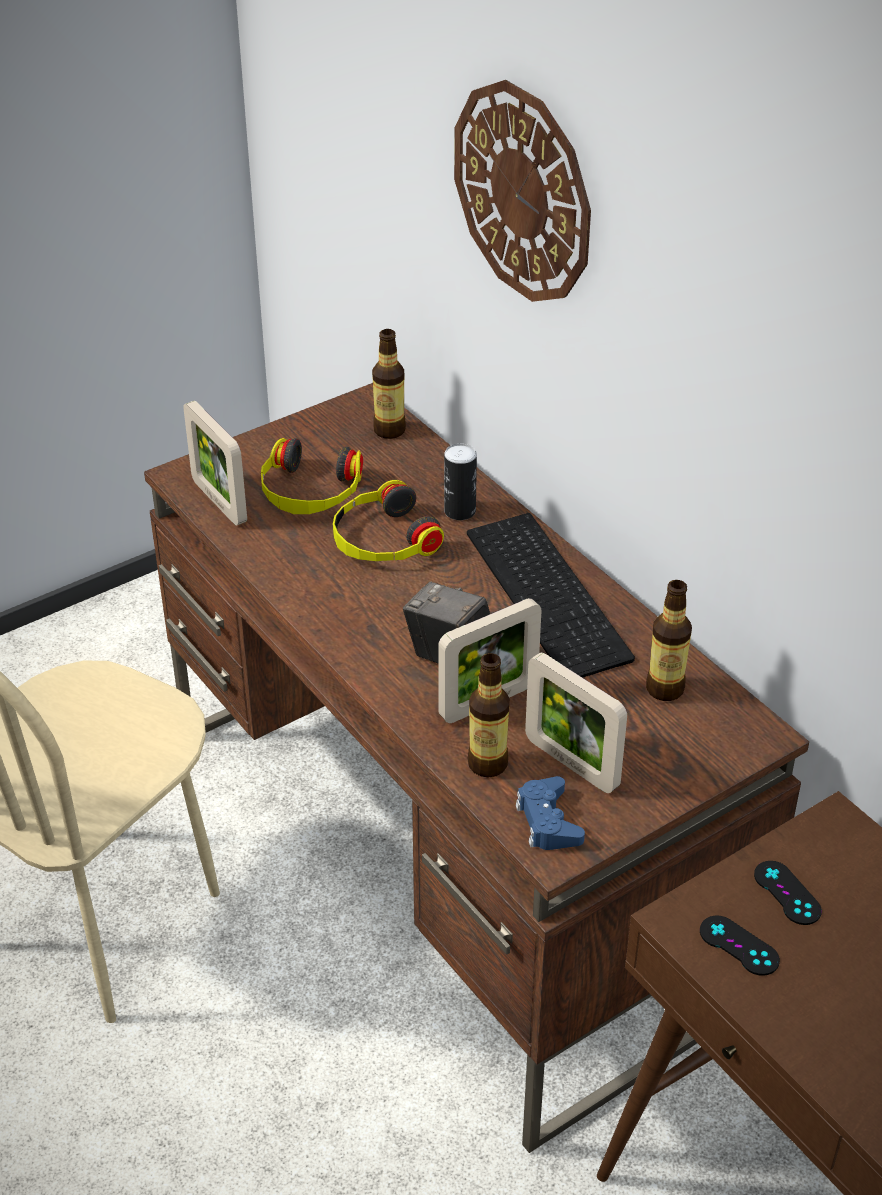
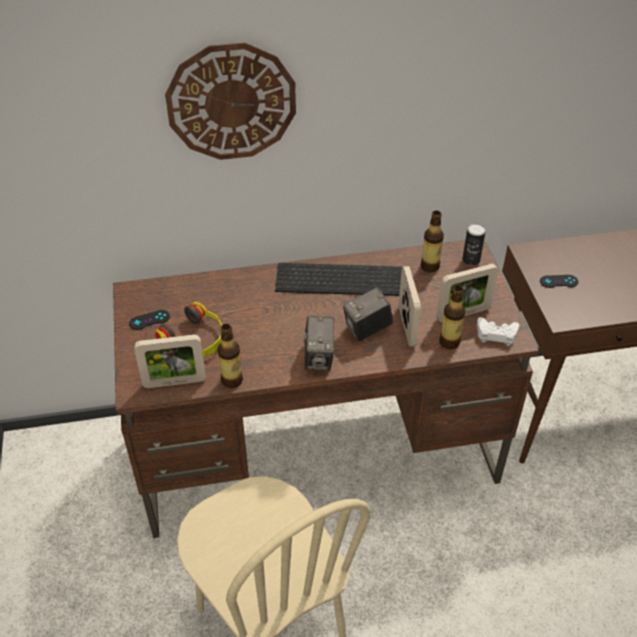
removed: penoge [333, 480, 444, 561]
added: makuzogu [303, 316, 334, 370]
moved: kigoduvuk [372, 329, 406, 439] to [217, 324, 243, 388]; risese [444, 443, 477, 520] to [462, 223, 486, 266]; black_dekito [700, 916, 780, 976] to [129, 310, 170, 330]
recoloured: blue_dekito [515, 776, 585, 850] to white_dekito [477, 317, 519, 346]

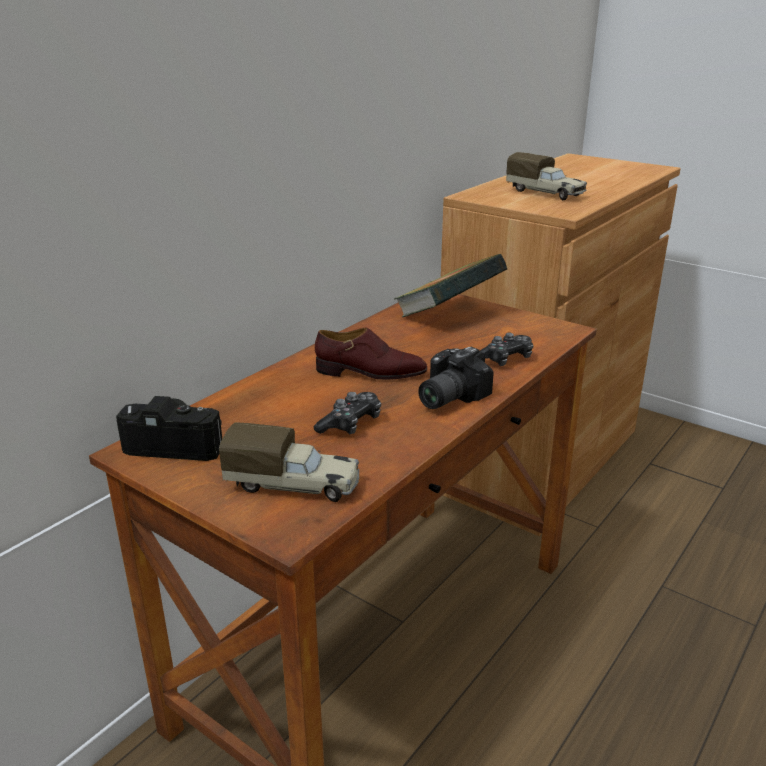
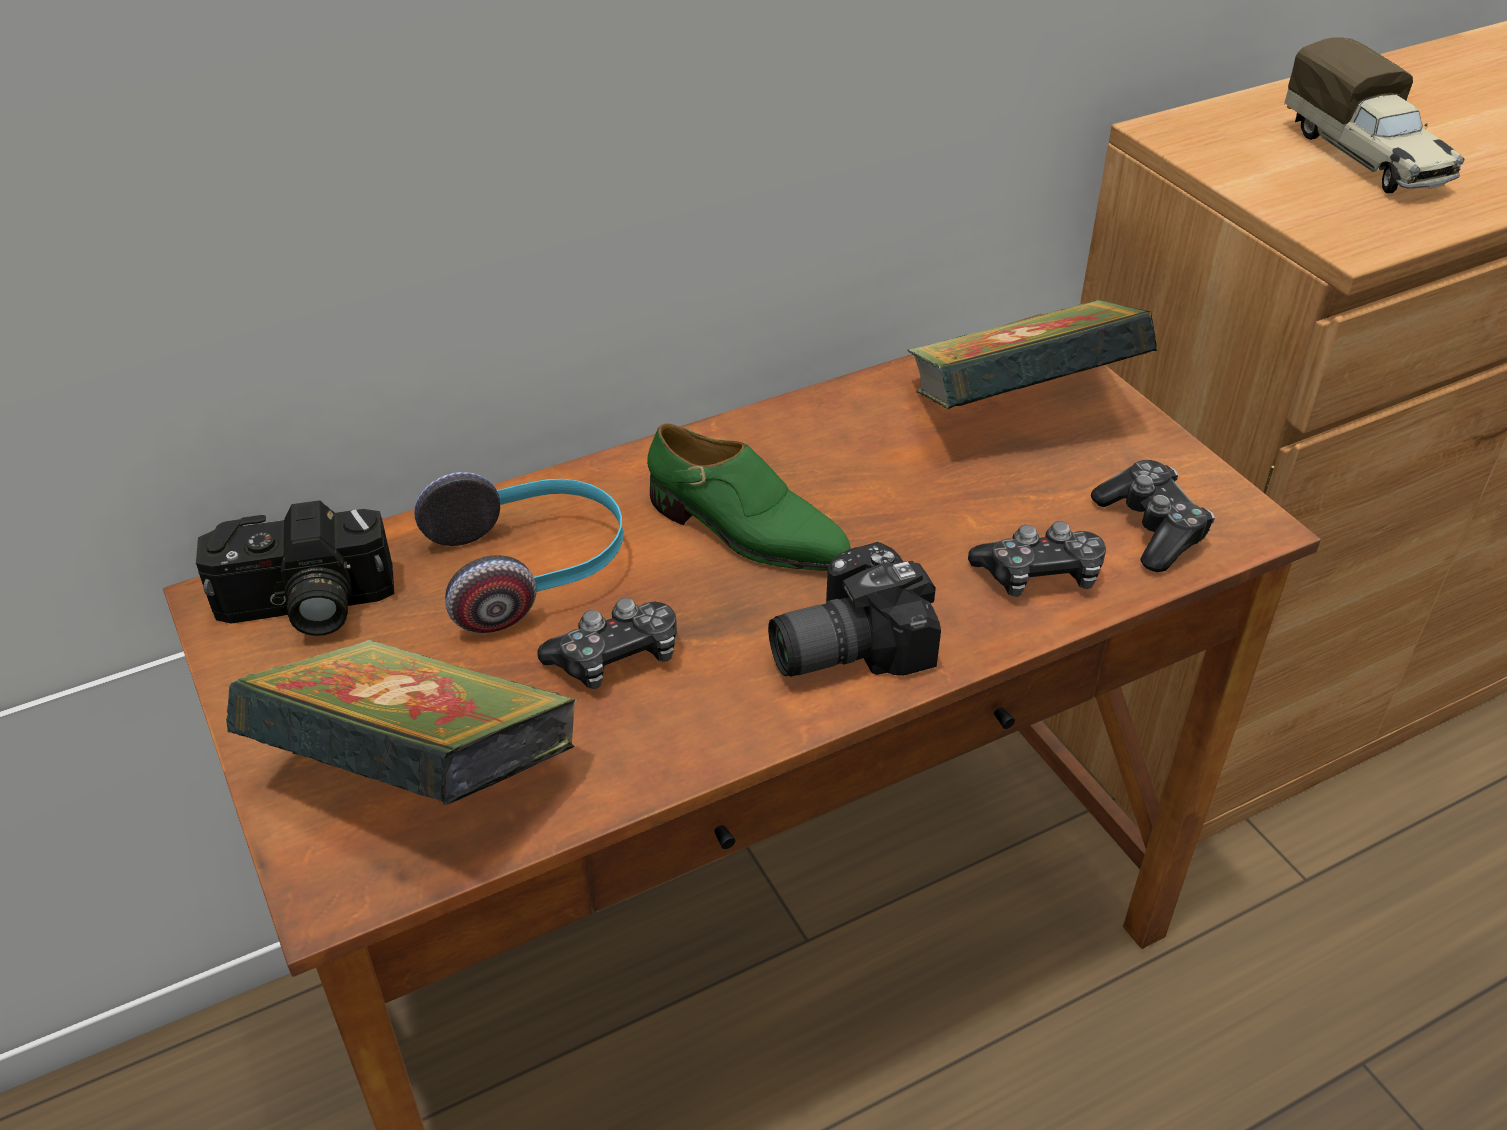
added: dekito [1091, 460, 1215, 572]; penoge [414, 472, 623, 633]
replaced: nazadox [219, 422, 360, 502] to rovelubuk [226, 640, 577, 805]
recoloured: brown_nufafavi [315, 328, 427, 380] to green_nufafavi [647, 424, 851, 571]
turned: makuzogu [116, 396, 222, 461] = [196, 500, 394, 636] 135 degrees clockwise

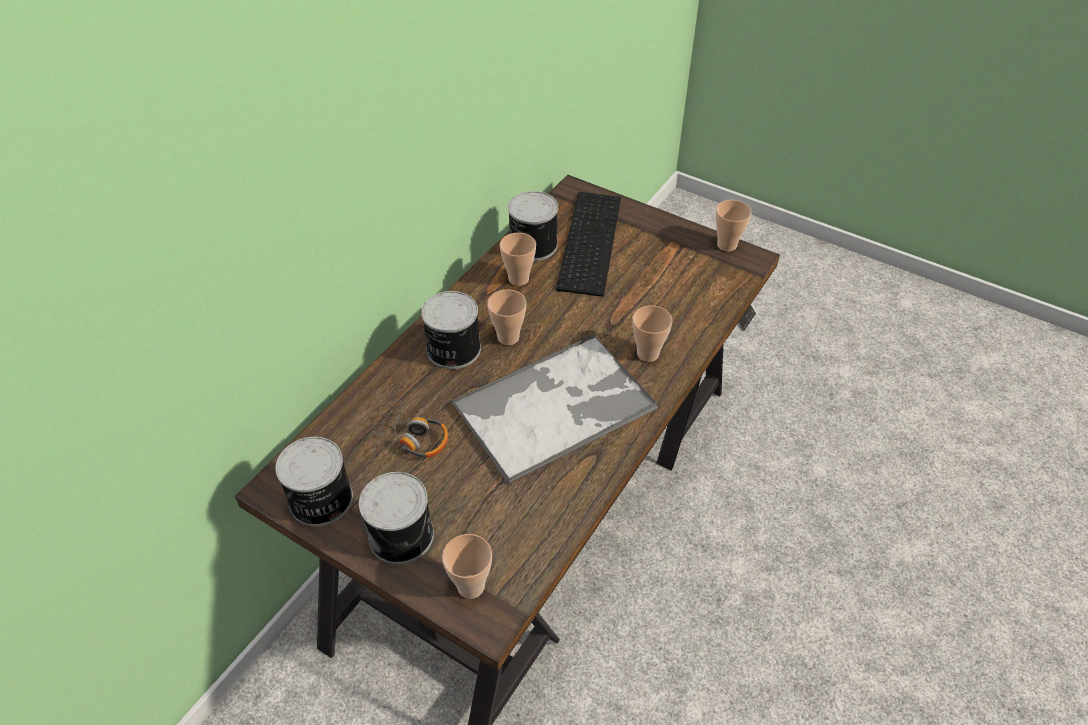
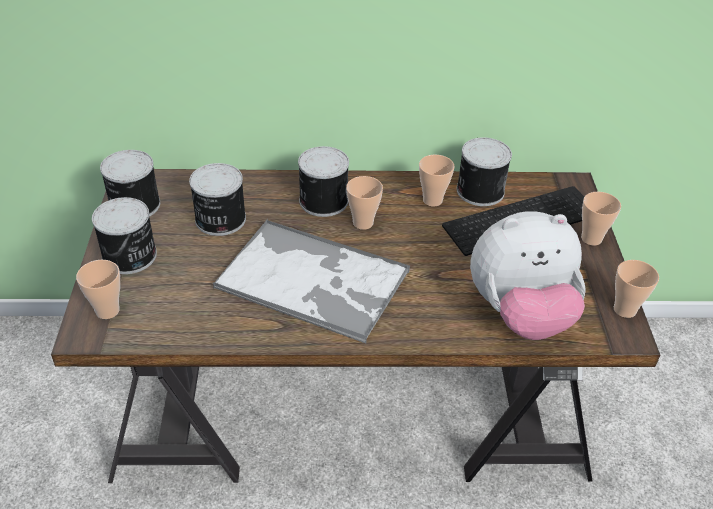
added: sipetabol [470, 211, 586, 340]
moved: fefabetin [632, 305, 672, 362] to [581, 192, 621, 246]
replaced: penoge [369, 400, 448, 458] to risese [189, 163, 246, 236]

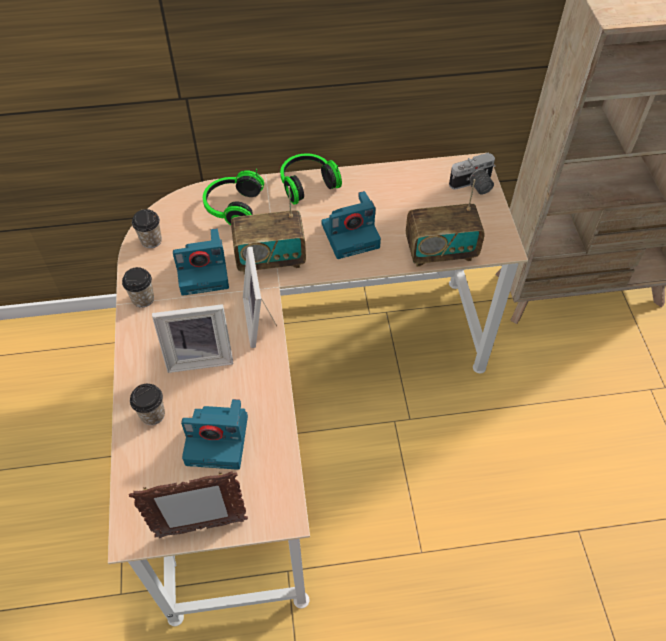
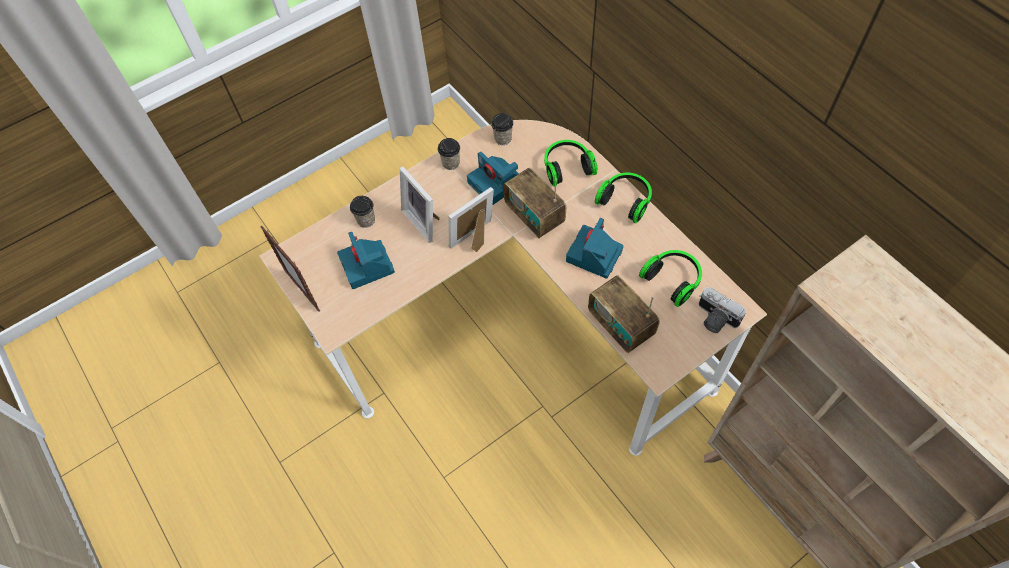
added: penoge [639, 250, 702, 307]
turned: makuzogu [322, 191, 381, 259] = [566, 218, 623, 279] 75 degrees clockwise

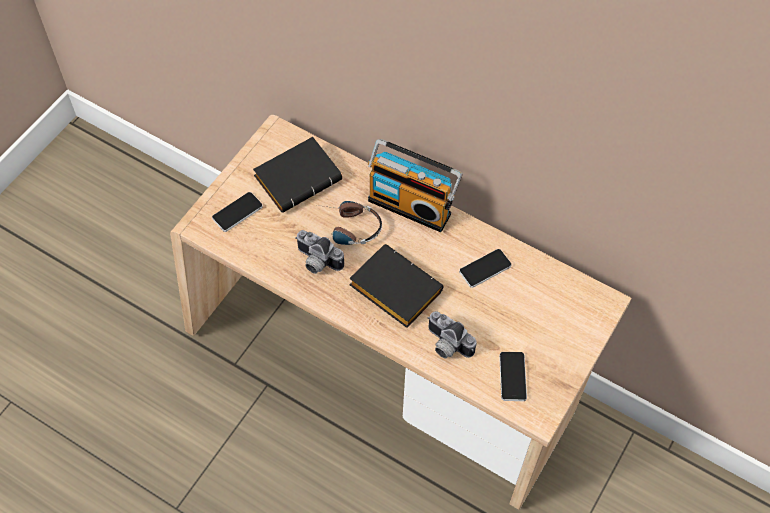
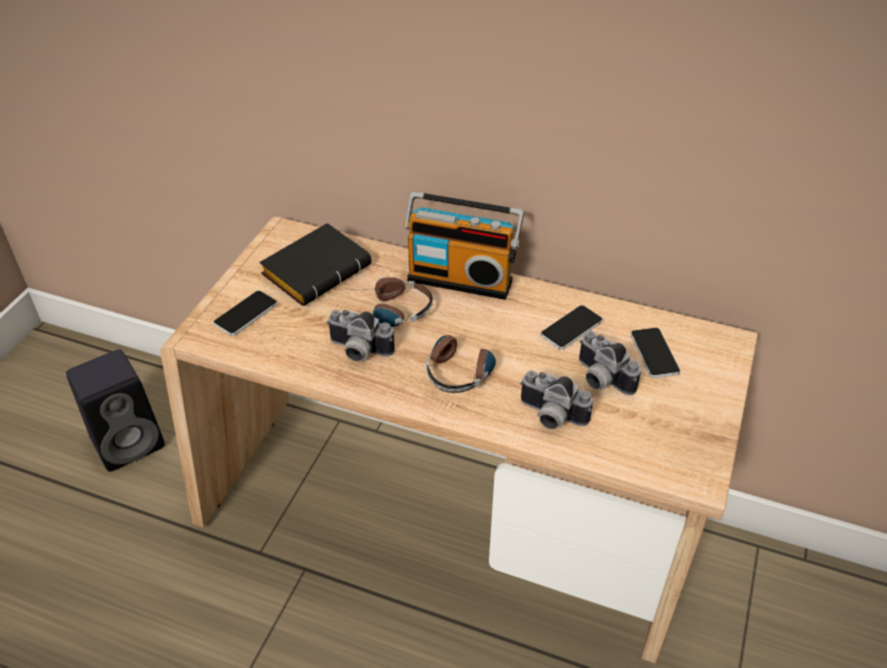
added: makuzogu [579, 331, 641, 395]; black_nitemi [66, 349, 165, 472]
moved: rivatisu [499, 352, 527, 401] to [631, 328, 680, 378]
replaced: black_rovelubuk [349, 244, 444, 328] to penoge [426, 335, 500, 393]

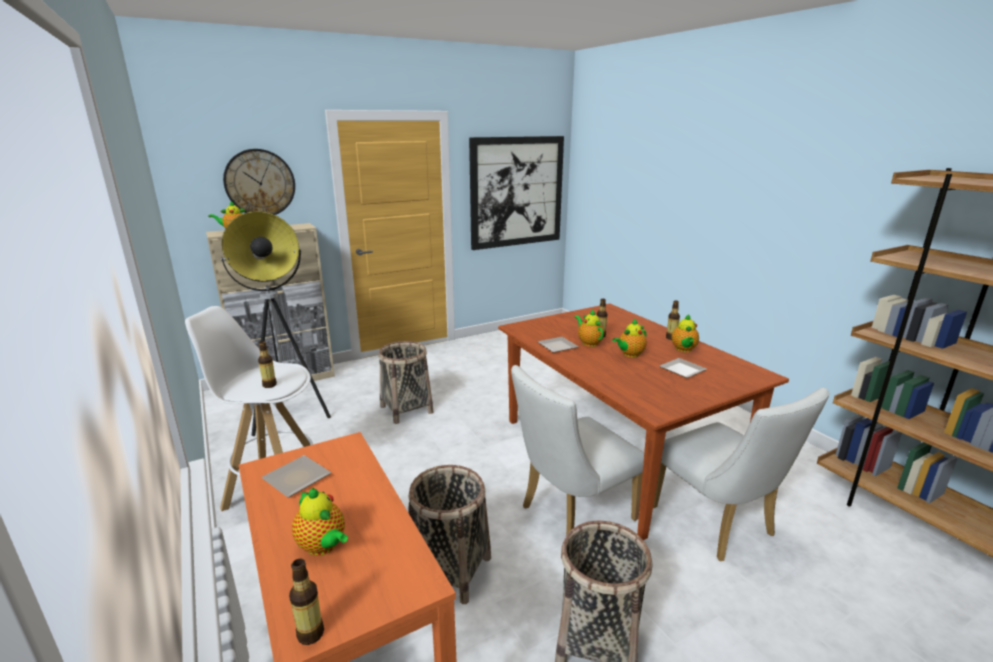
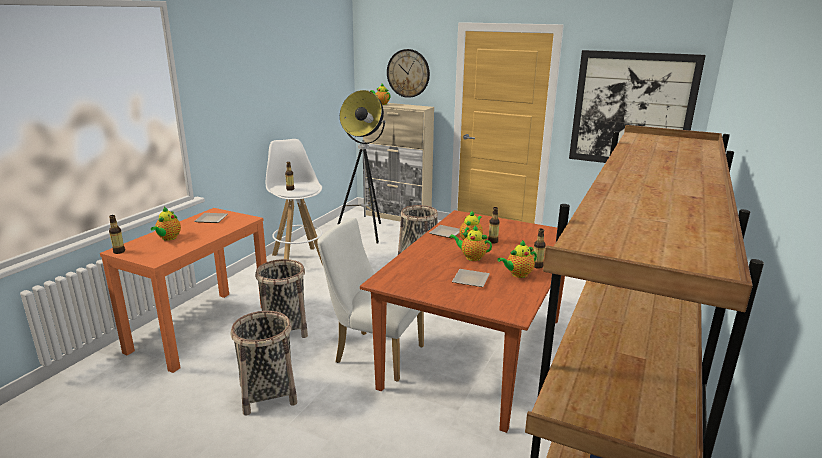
removed: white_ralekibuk [653, 388, 829, 561]

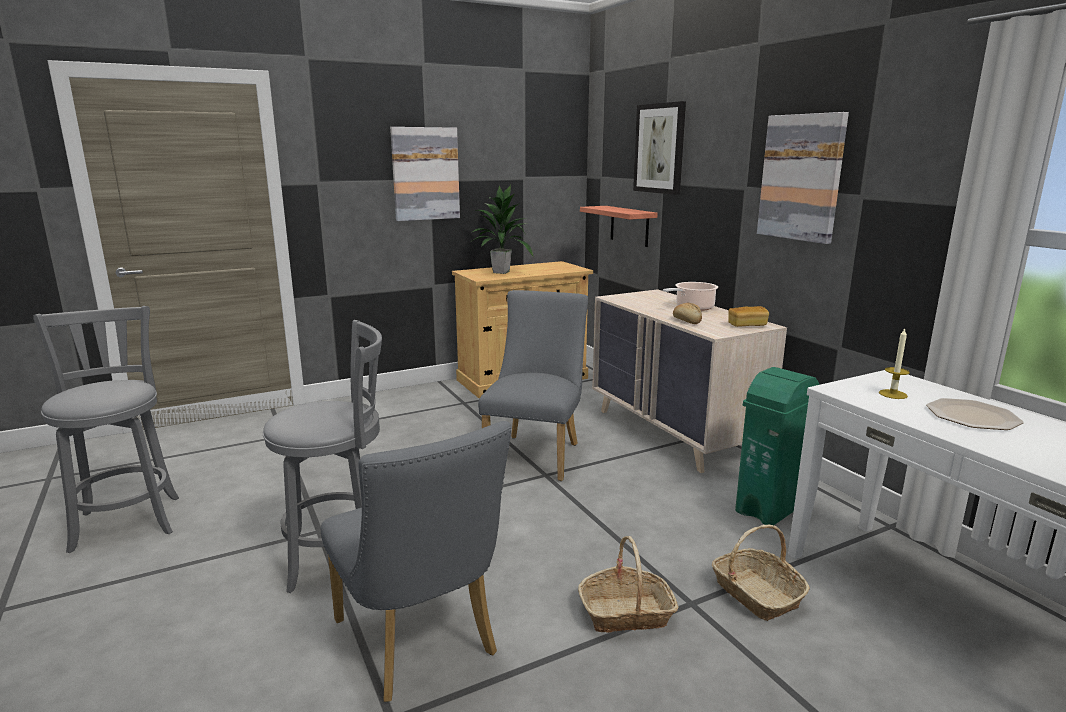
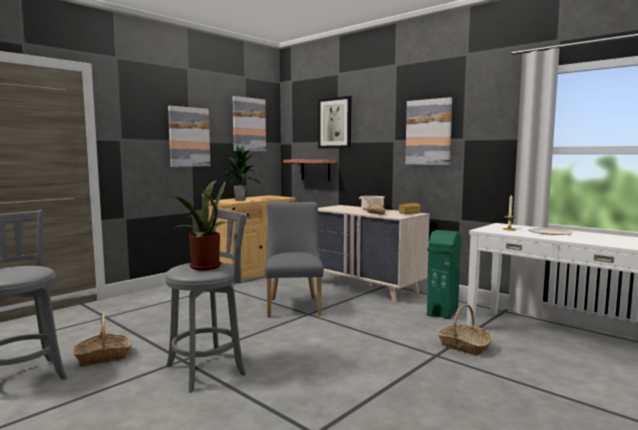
removed: grey_ralekibuk [321, 421, 511, 702]
added: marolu [232, 96, 266, 151]; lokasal [170, 180, 227, 270]
moved: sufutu [578, 536, 679, 633] to [72, 311, 132, 366]

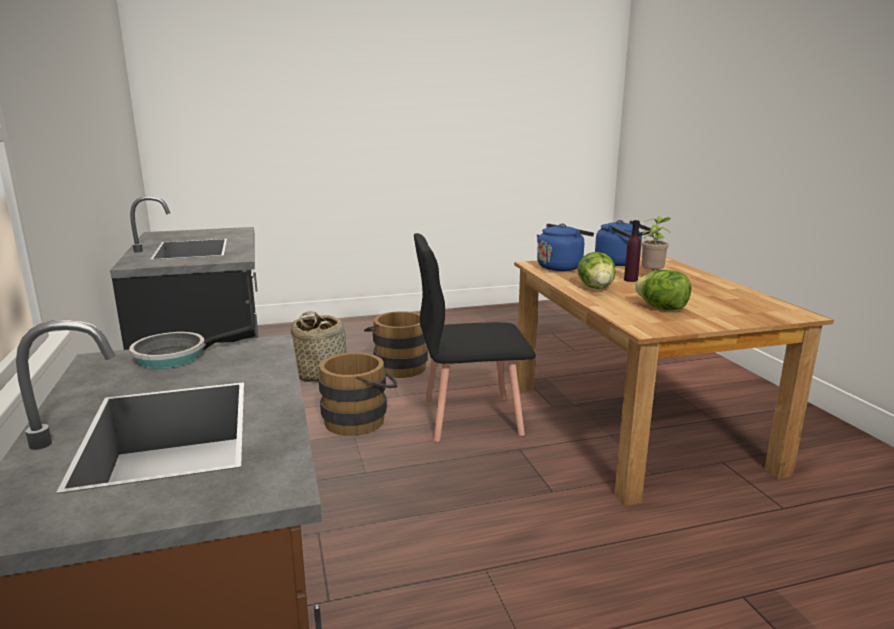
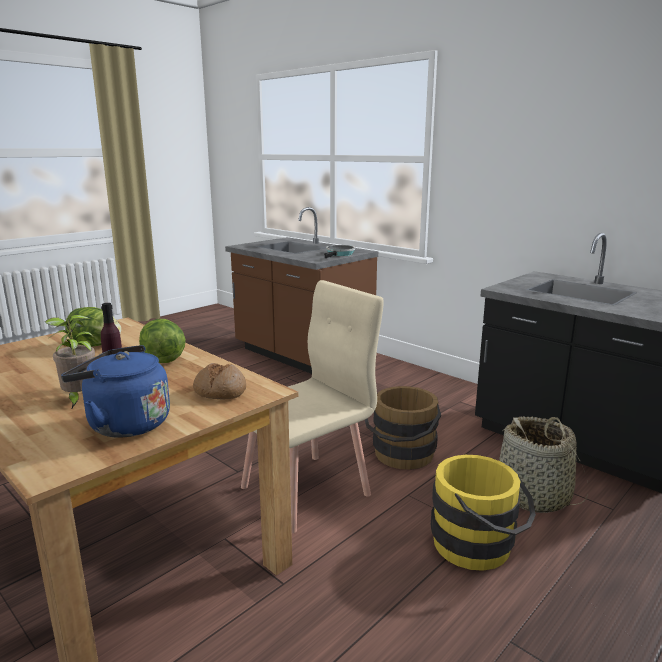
replaced: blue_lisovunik [537, 224, 594, 271] to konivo [193, 363, 246, 399]
recoloured: black_ralekibuk [414, 233, 536, 442] to beige_ralekibuk [241, 280, 384, 534]; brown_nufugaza [364, 311, 428, 378] to yellow_nufugaza [431, 455, 536, 571]

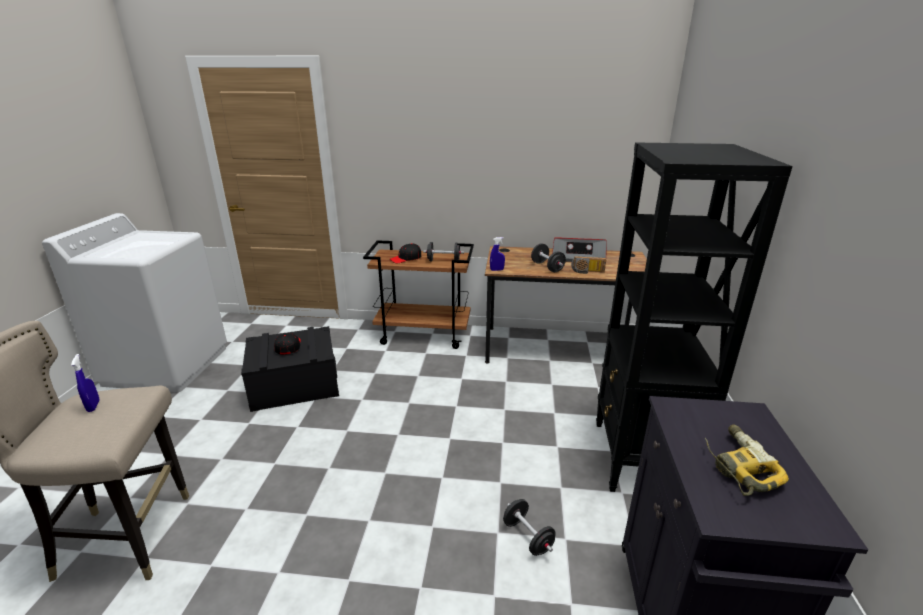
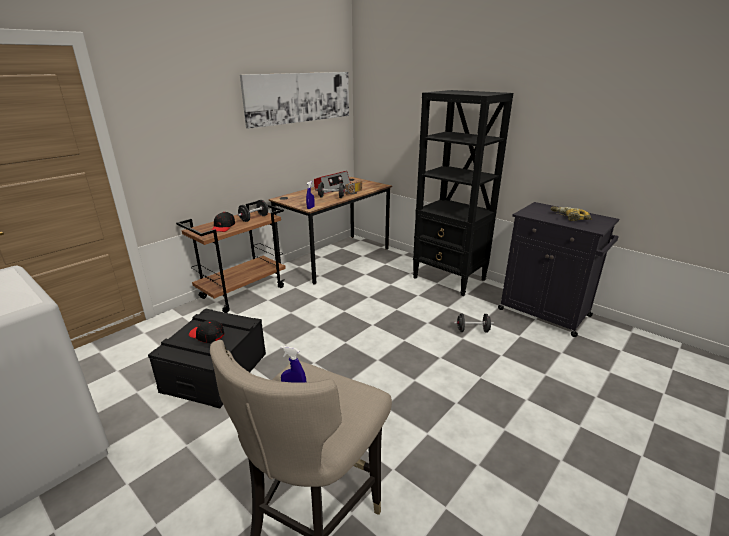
added: marolu [240, 72, 349, 129]

